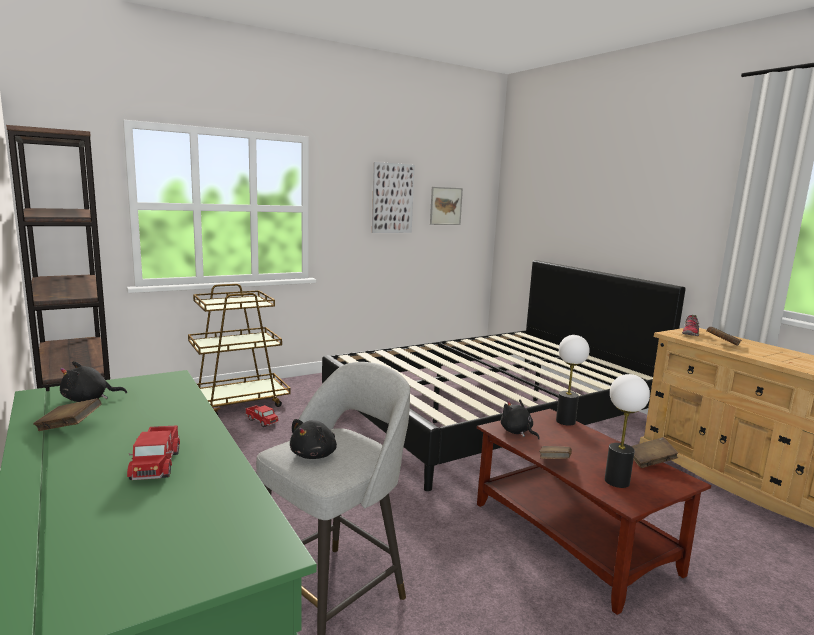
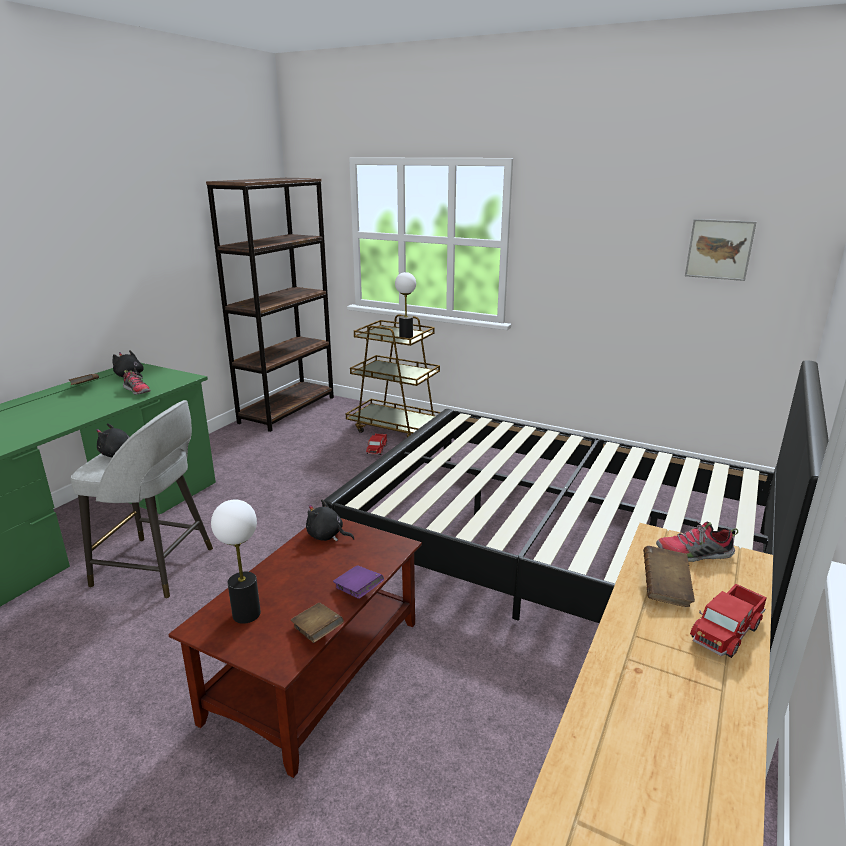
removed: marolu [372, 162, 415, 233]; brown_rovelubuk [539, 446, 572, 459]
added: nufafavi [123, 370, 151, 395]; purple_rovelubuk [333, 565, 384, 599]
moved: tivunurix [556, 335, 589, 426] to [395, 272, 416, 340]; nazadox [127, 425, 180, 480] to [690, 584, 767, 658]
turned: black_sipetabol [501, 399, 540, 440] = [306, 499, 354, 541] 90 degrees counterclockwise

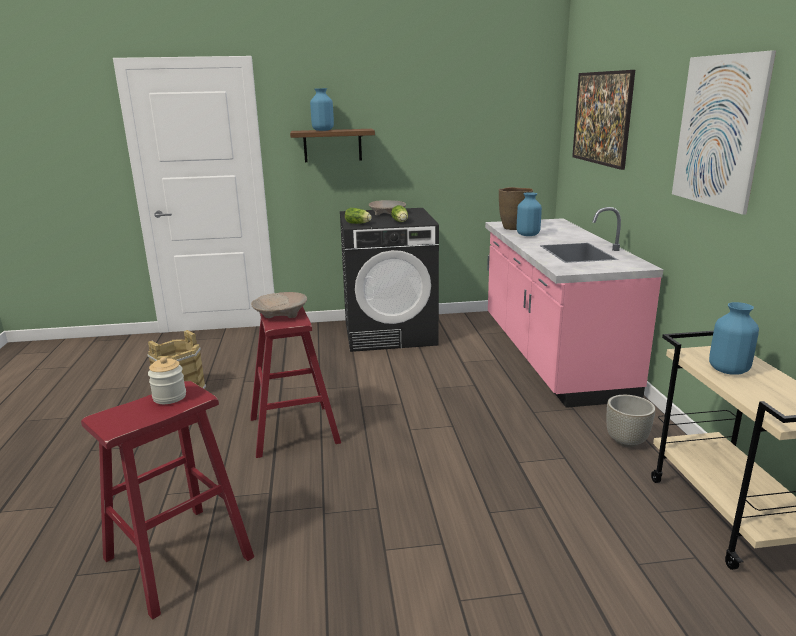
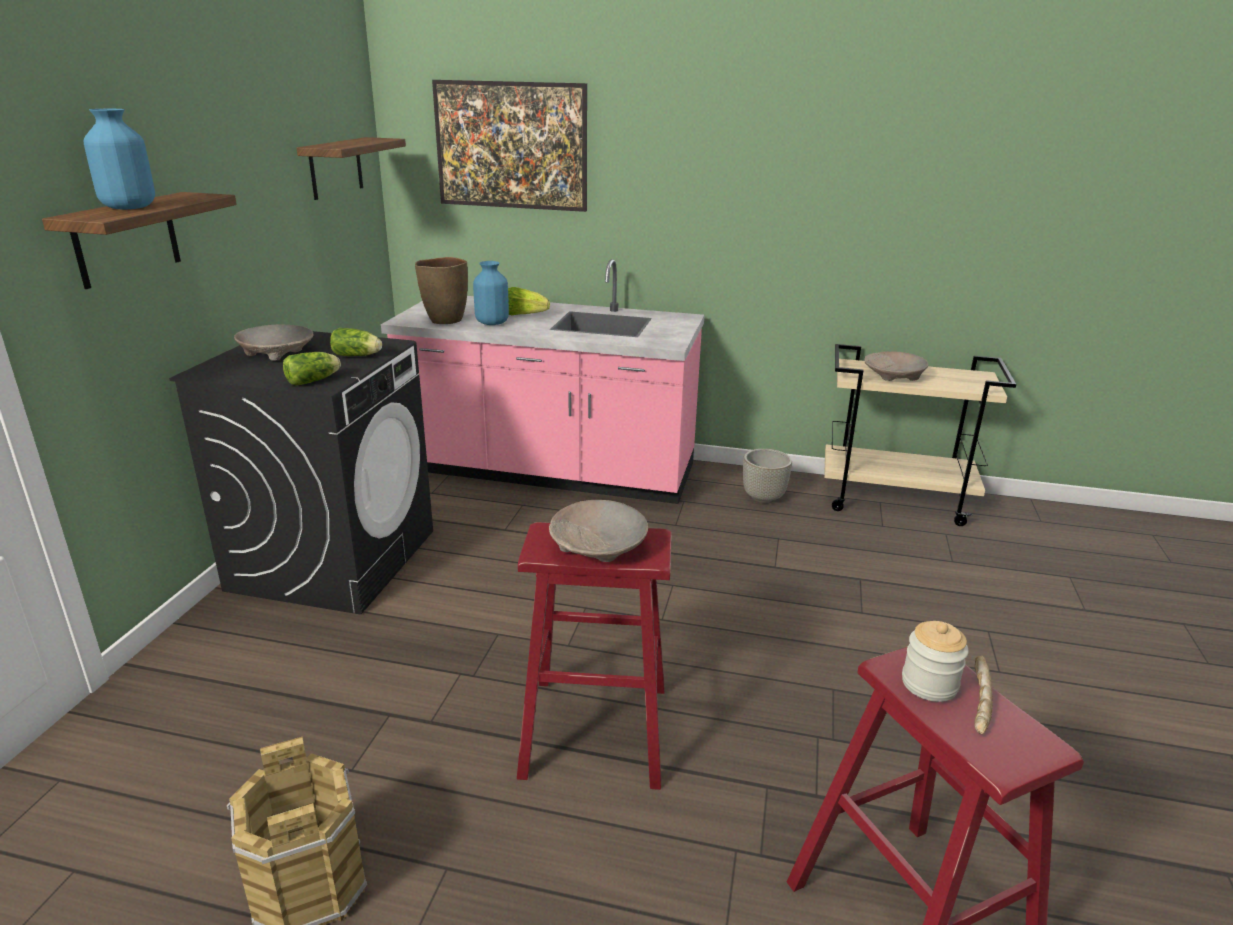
removed: marolu [672, 50, 776, 215]
added: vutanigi [296, 137, 406, 200]; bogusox [508, 287, 550, 315]; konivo [974, 656, 993, 734]
replaced: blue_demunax [709, 302, 759, 375] to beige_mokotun [864, 351, 929, 381]

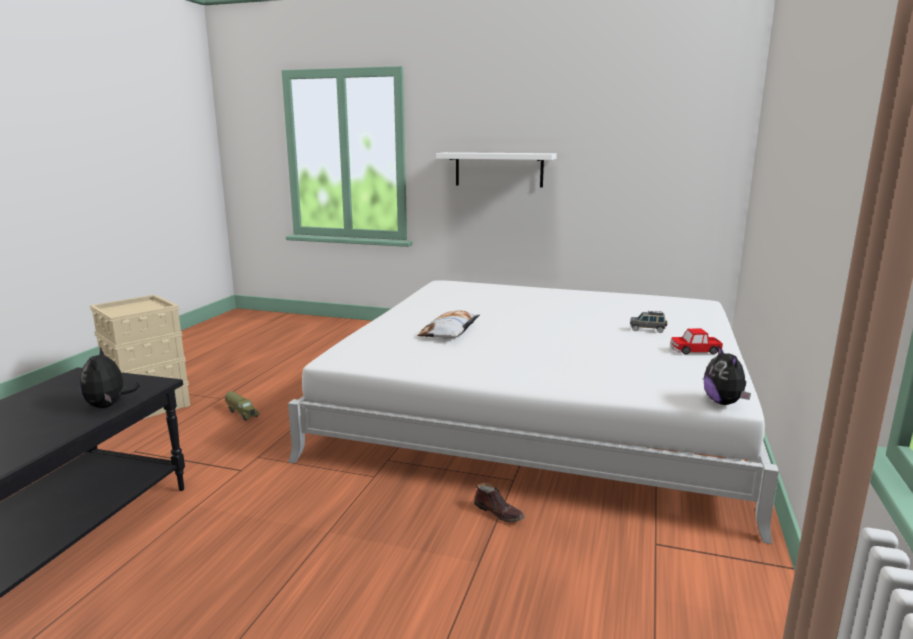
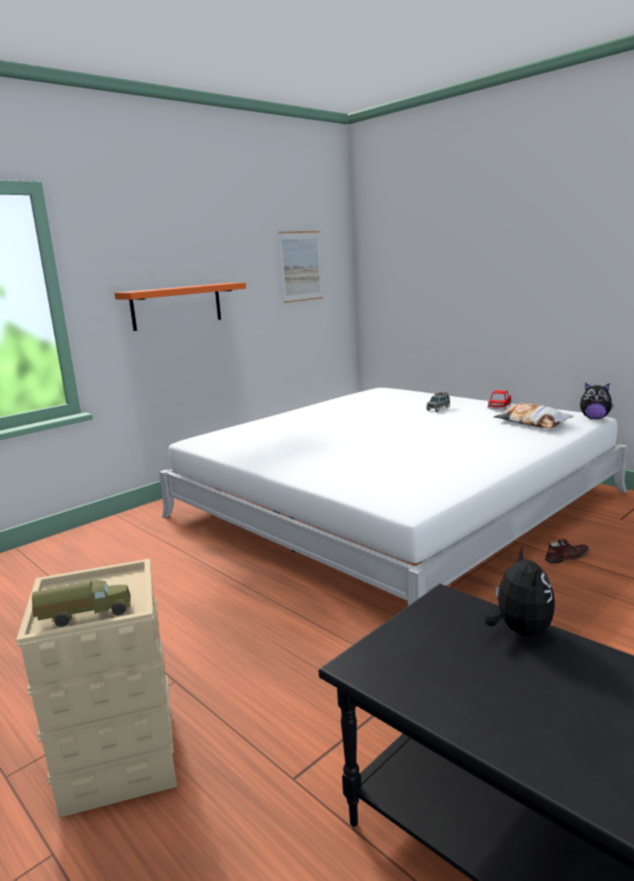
added: marolu [279, 231, 323, 303]
moved: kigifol [417, 310, 480, 339] to [494, 403, 574, 428]; nazadox [225, 391, 260, 421] to [32, 580, 131, 627]
recoloured: white_vutanigi [436, 152, 557, 188] to orange_vutanigi [115, 283, 246, 331]
turned: sipetabol [80, 347, 140, 408] = [485, 548, 555, 636] 105 degrees counterclockwise

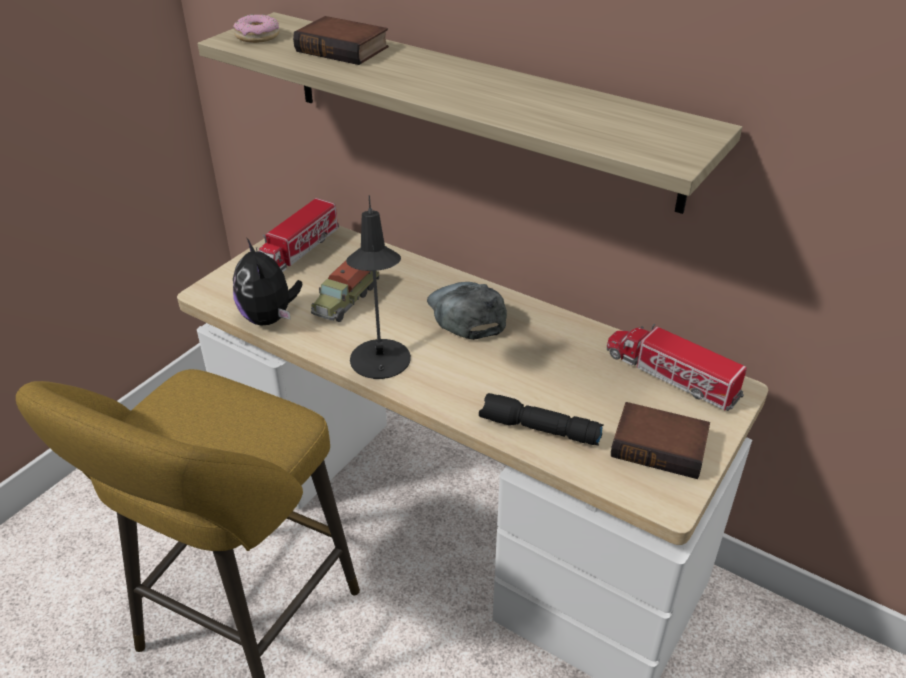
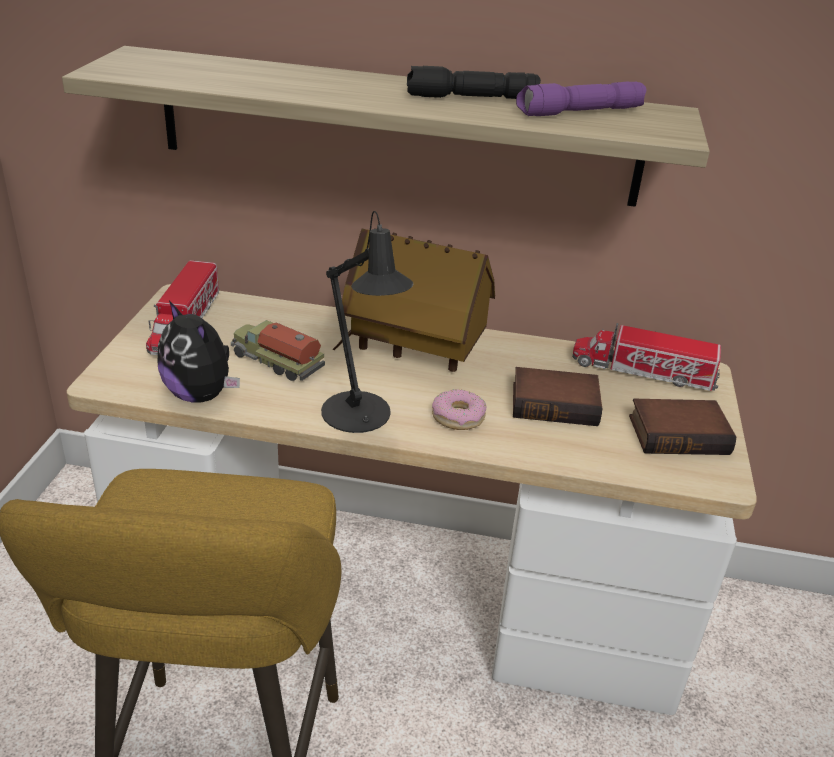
added: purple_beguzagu [516, 81, 647, 116]
moved: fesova [233, 14, 279, 43] to [432, 389, 486, 430]; rovelubuk [293, 16, 389, 65] to [513, 367, 602, 426]; black_beguzagu [479, 393, 604, 446] to [407, 66, 541, 99]
replaced: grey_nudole [427, 282, 507, 340] to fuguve [333, 228, 495, 372]
turned: nazadox [311, 260, 379, 322] = [231, 320, 325, 381] 120 degrees clockwise

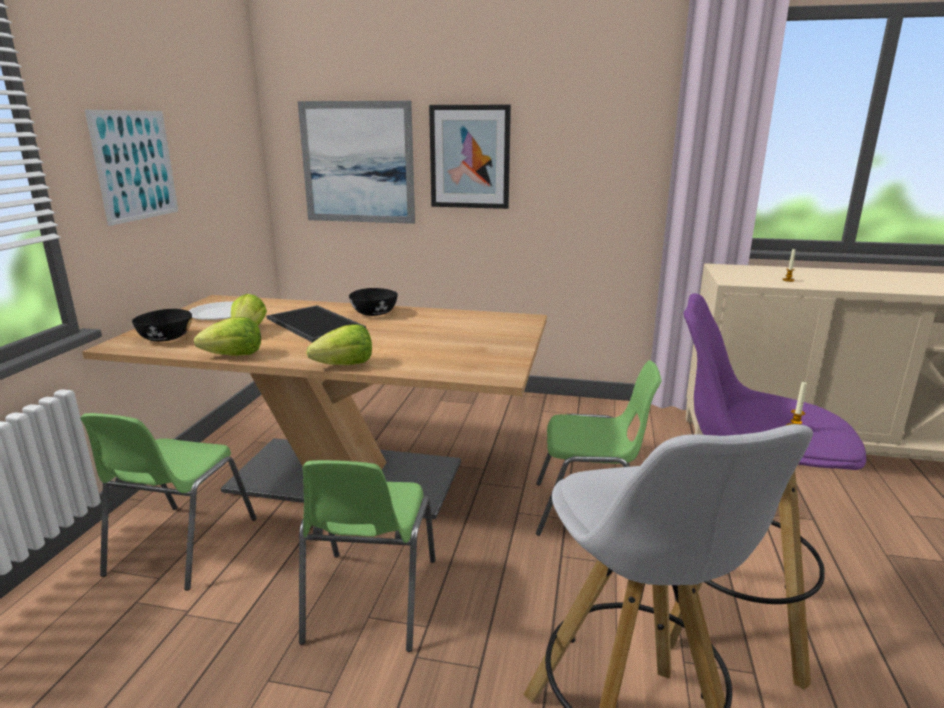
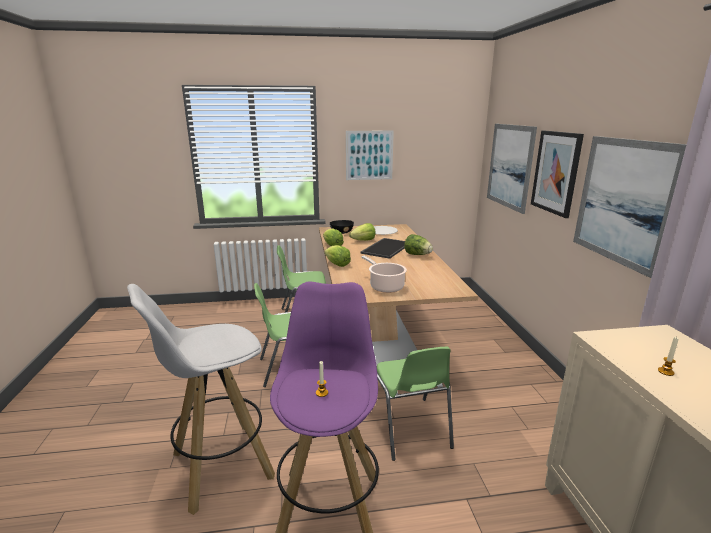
added: marolu [573, 136, 687, 278]; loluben [361, 256, 407, 293]
replaced: black_mokotun [349, 288, 398, 316] to bogusox [404, 234, 433, 255]

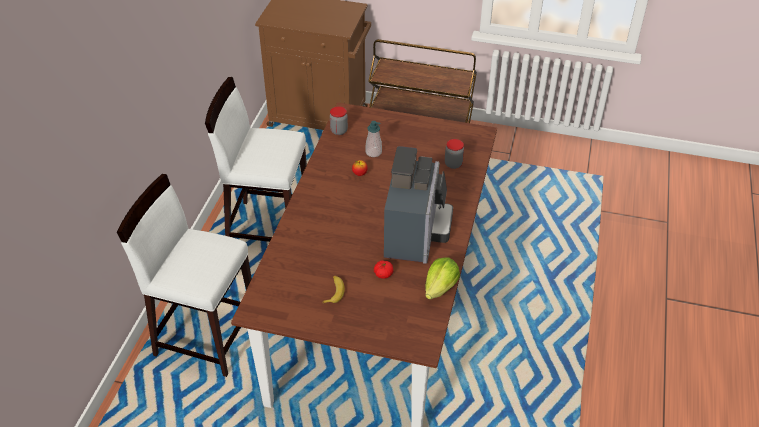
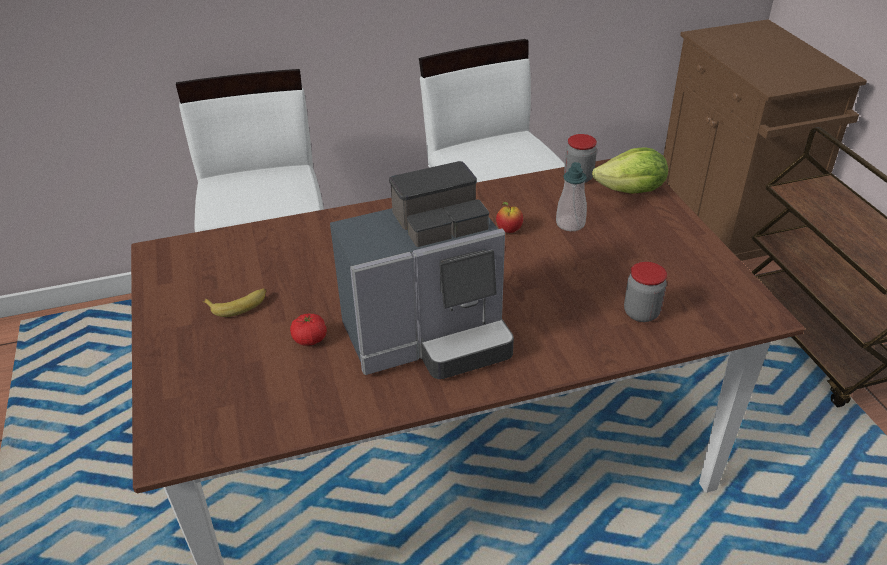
moved: bogusox [425, 257, 460, 300] to [592, 147, 668, 194]

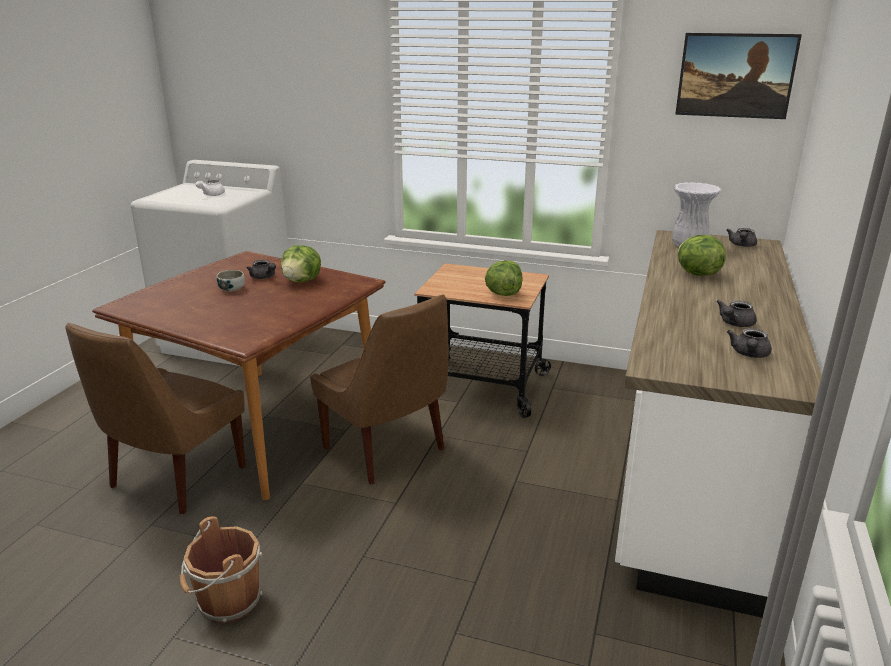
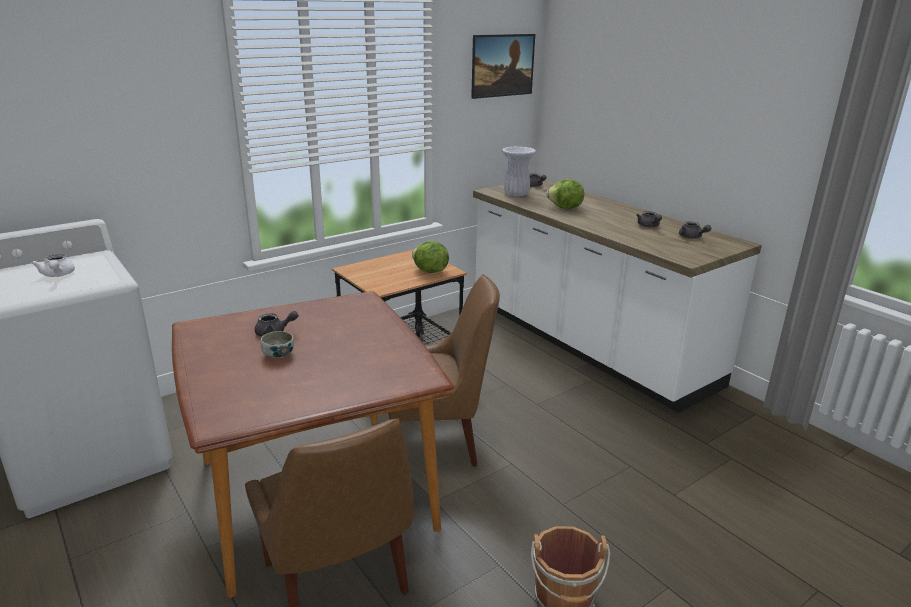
removed: bogusox [281, 245, 321, 282]

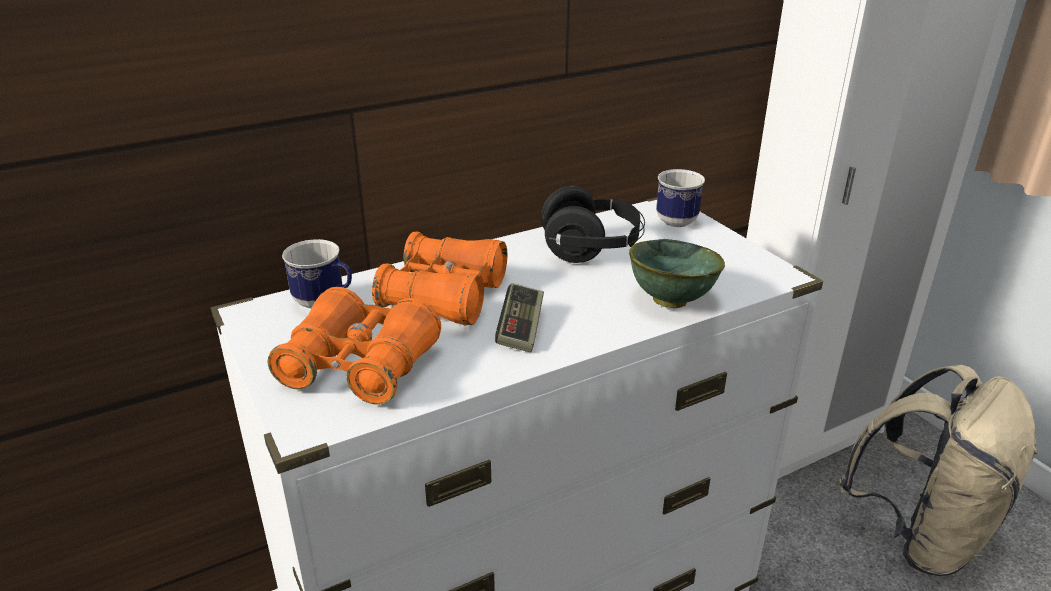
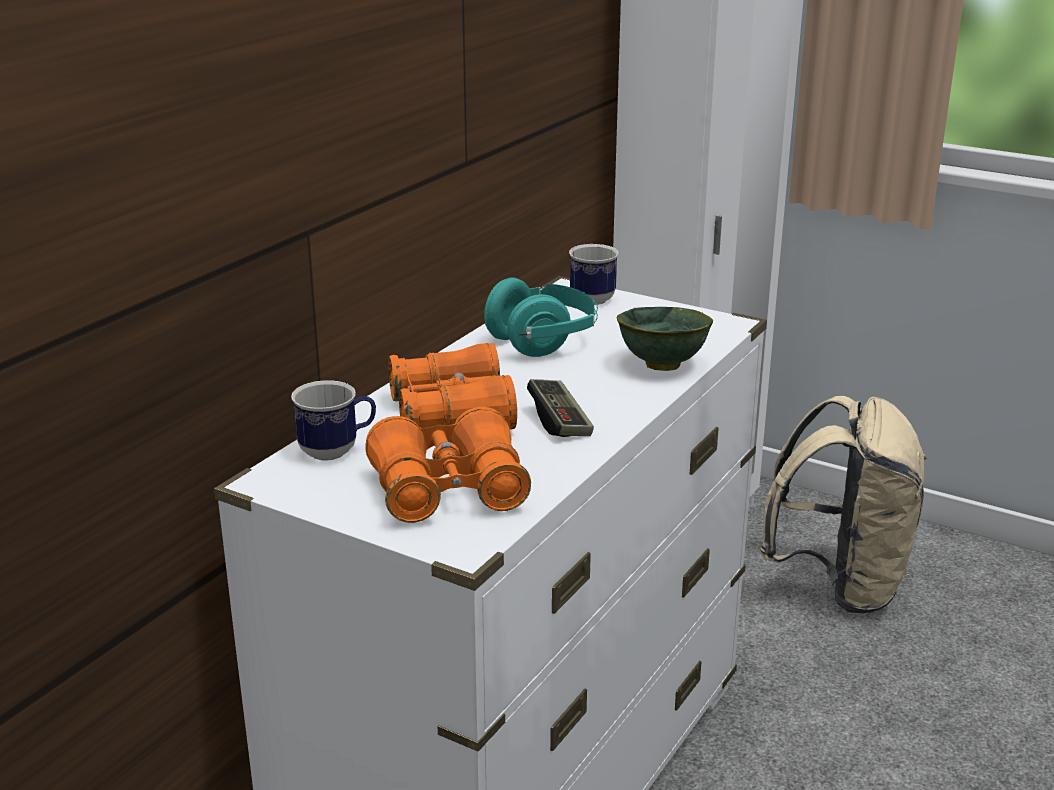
recoloured: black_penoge [541, 186, 645, 263] to turquoise_penoge [484, 278, 598, 357]

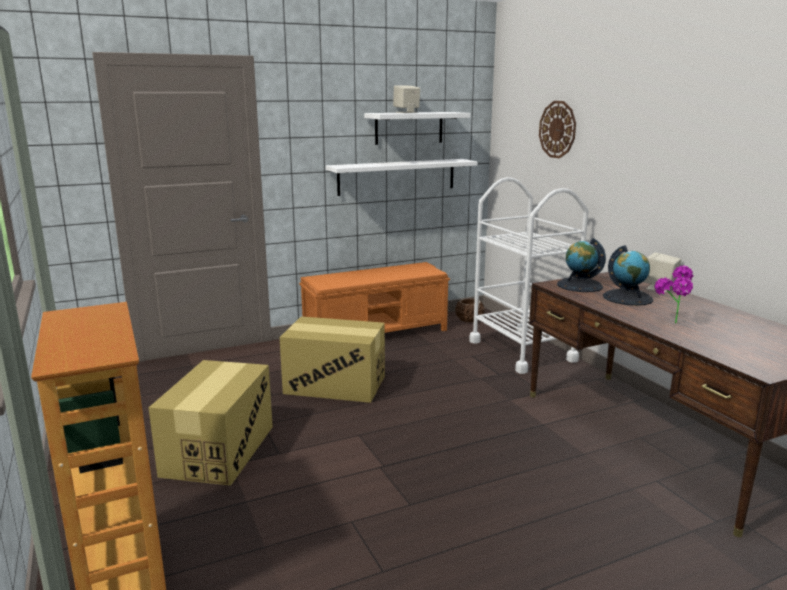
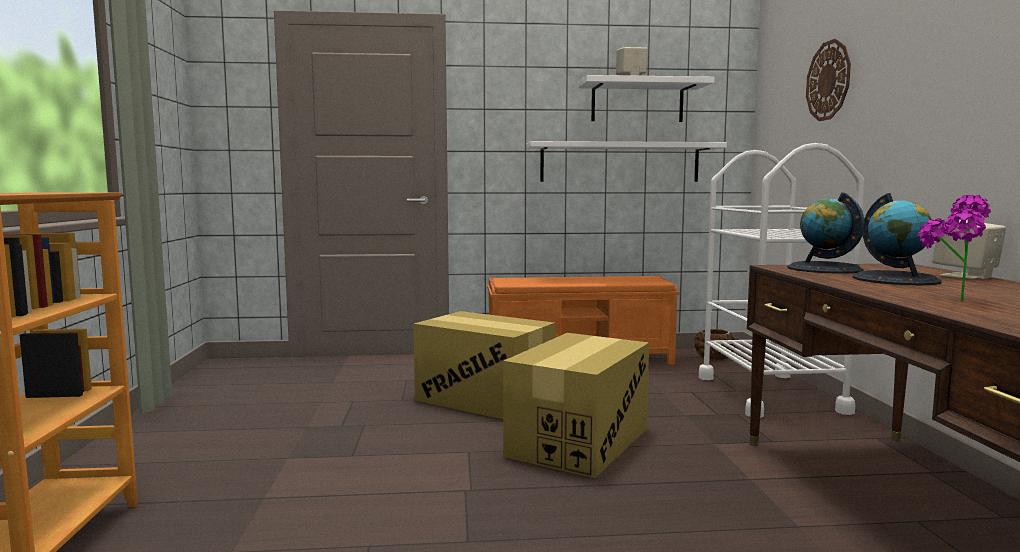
moved: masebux [148, 360, 273, 486] to [503, 333, 649, 478]

